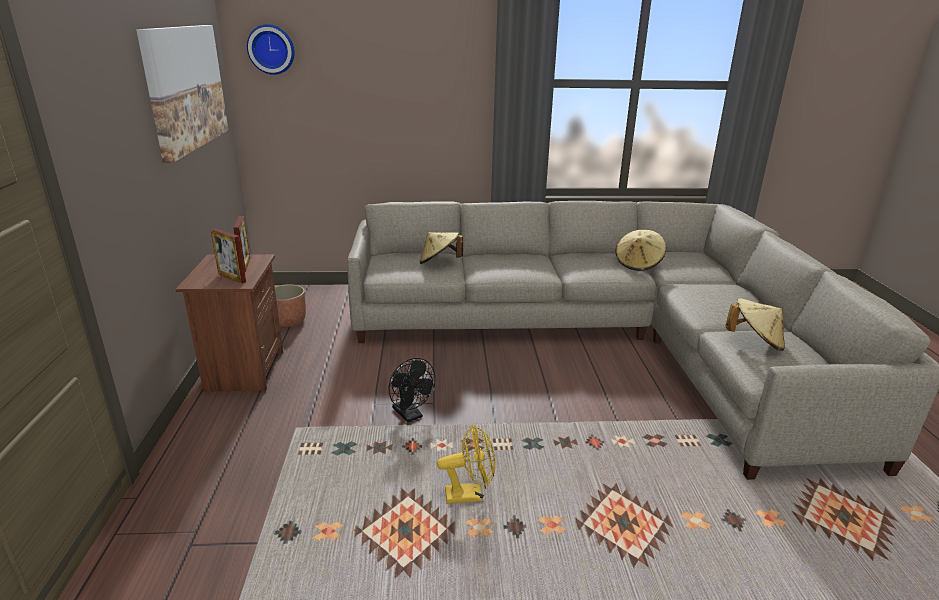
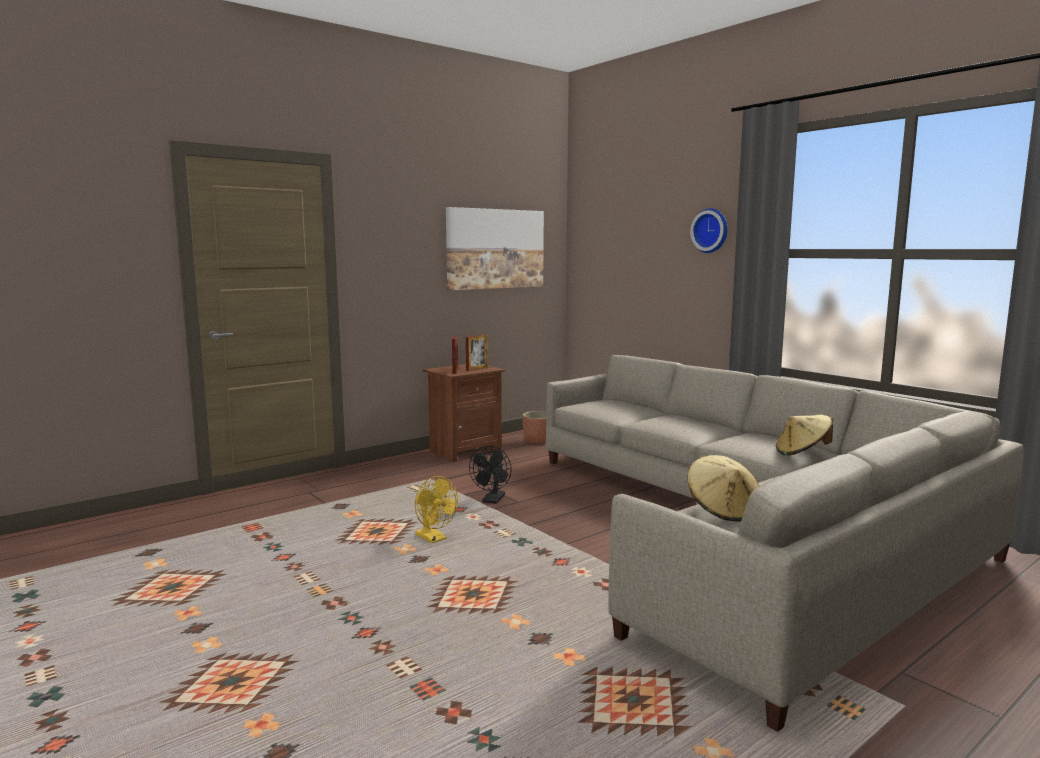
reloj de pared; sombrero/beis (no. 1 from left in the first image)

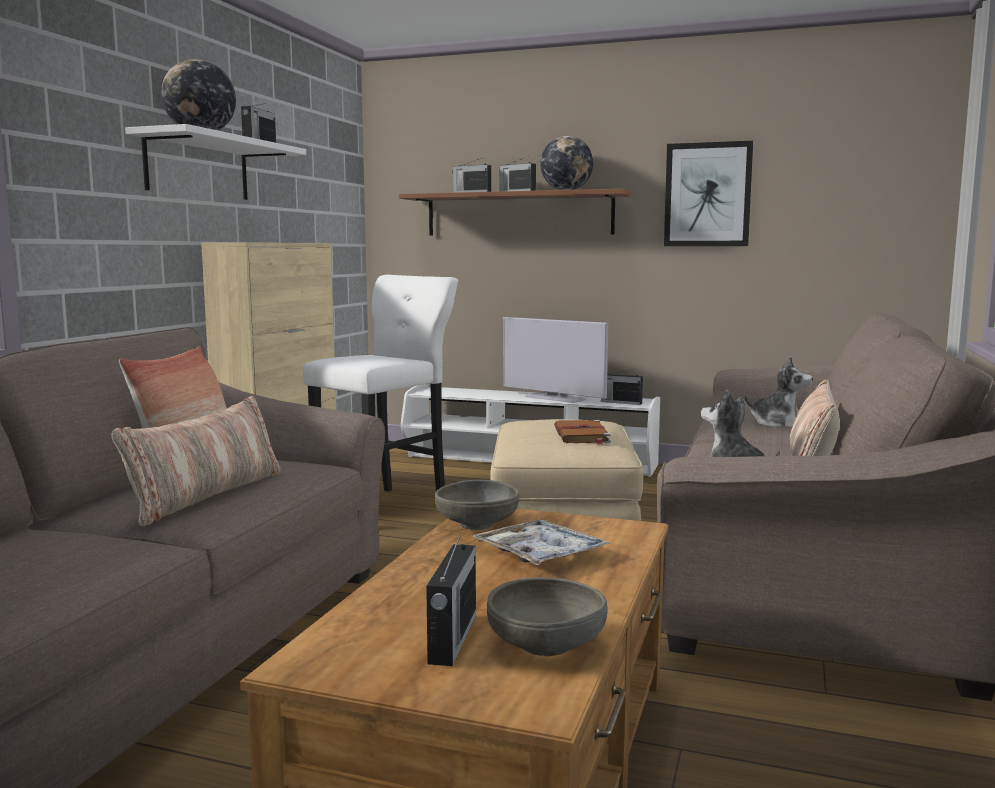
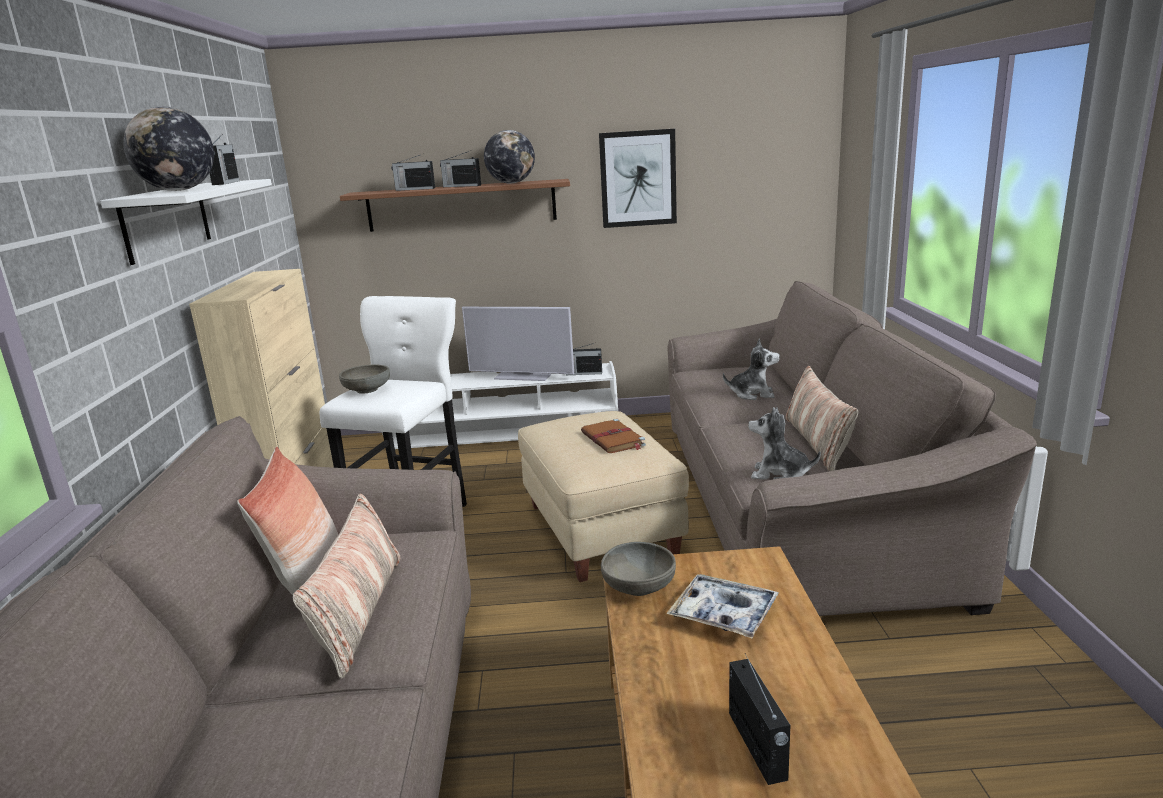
cuenco/gris (no. 1 from left)

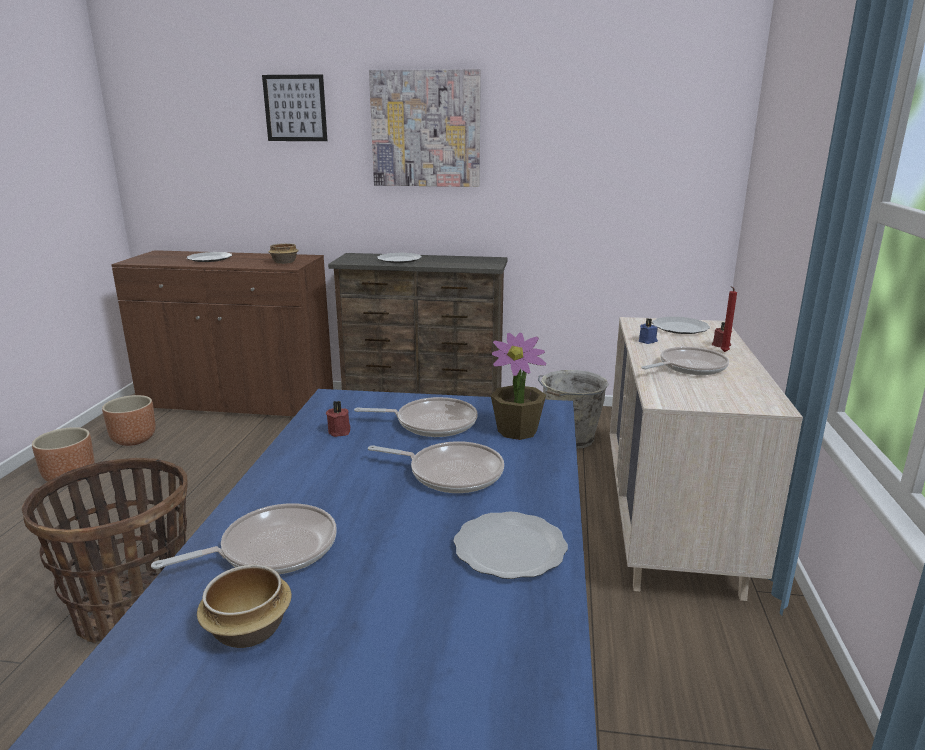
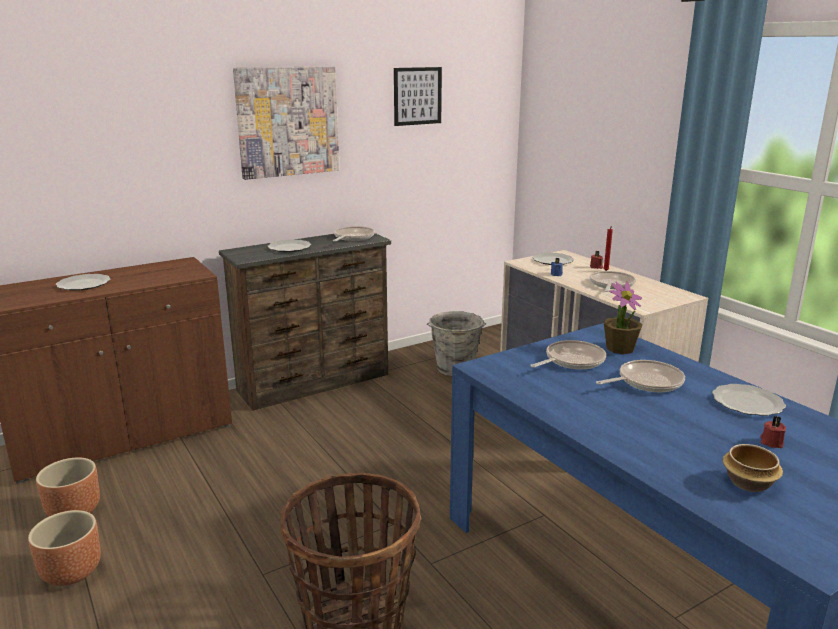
cuadro (no. 2 from left); cuenco (no. 2 from left in the first image); vela/rojo (no. 3 from left); sartén (no. 1 from left)

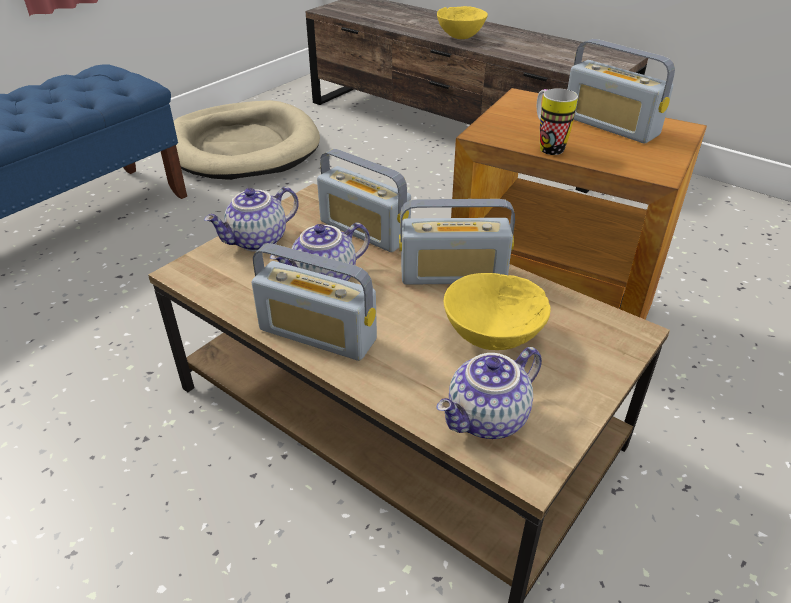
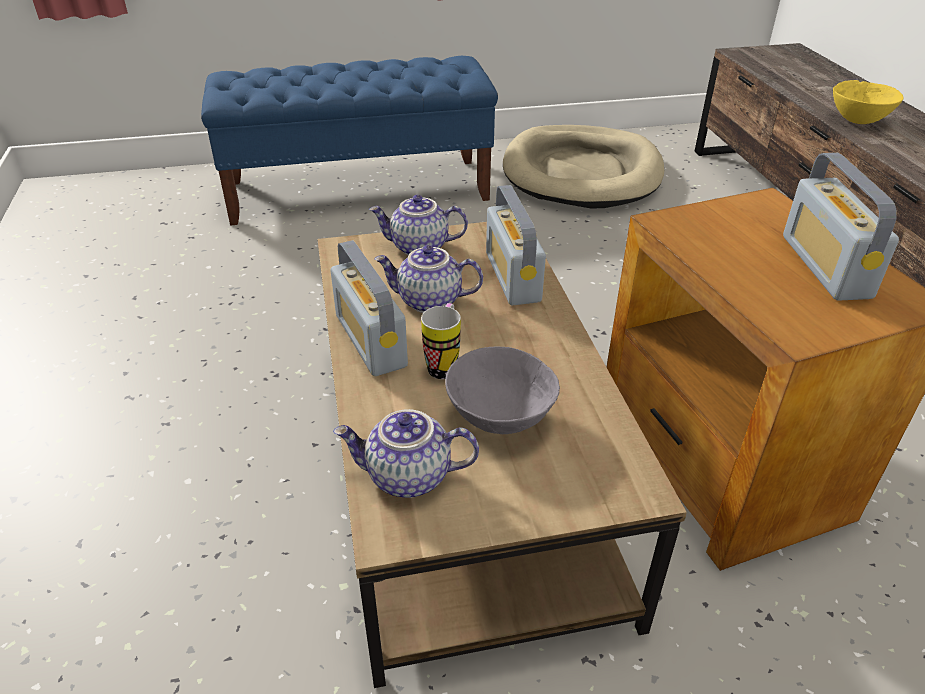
taza grande; radio (no. 3 from left in the first image); cuenco/gris

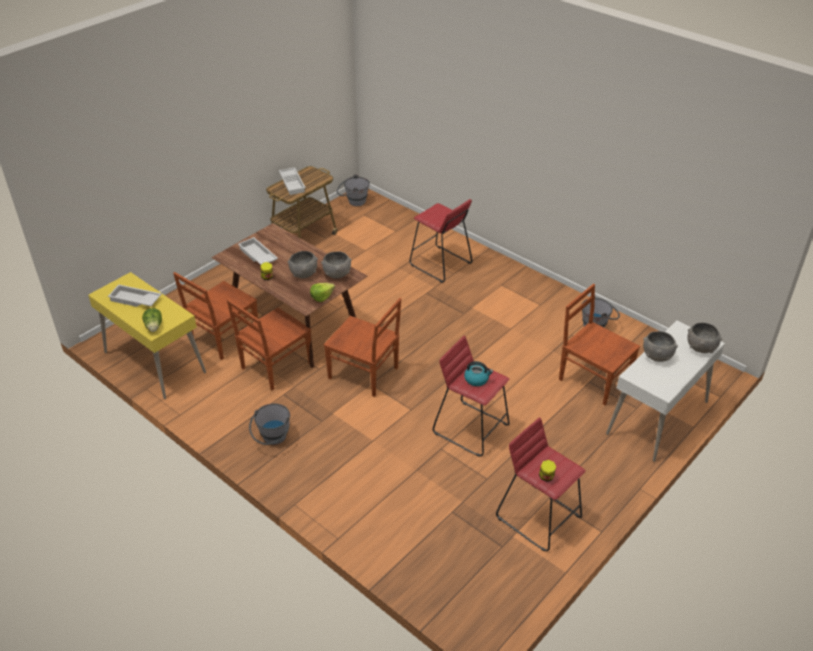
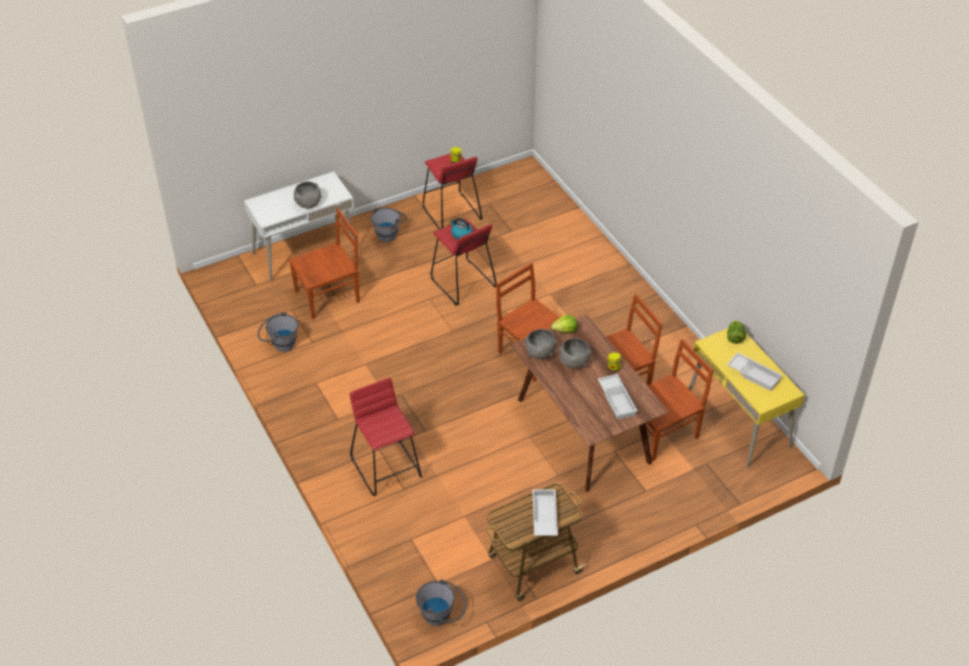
silla/marrón (no. 1 from left); cuenco/gris (no. 4 from left in the first image); cubo/gris (no. 2 from left)

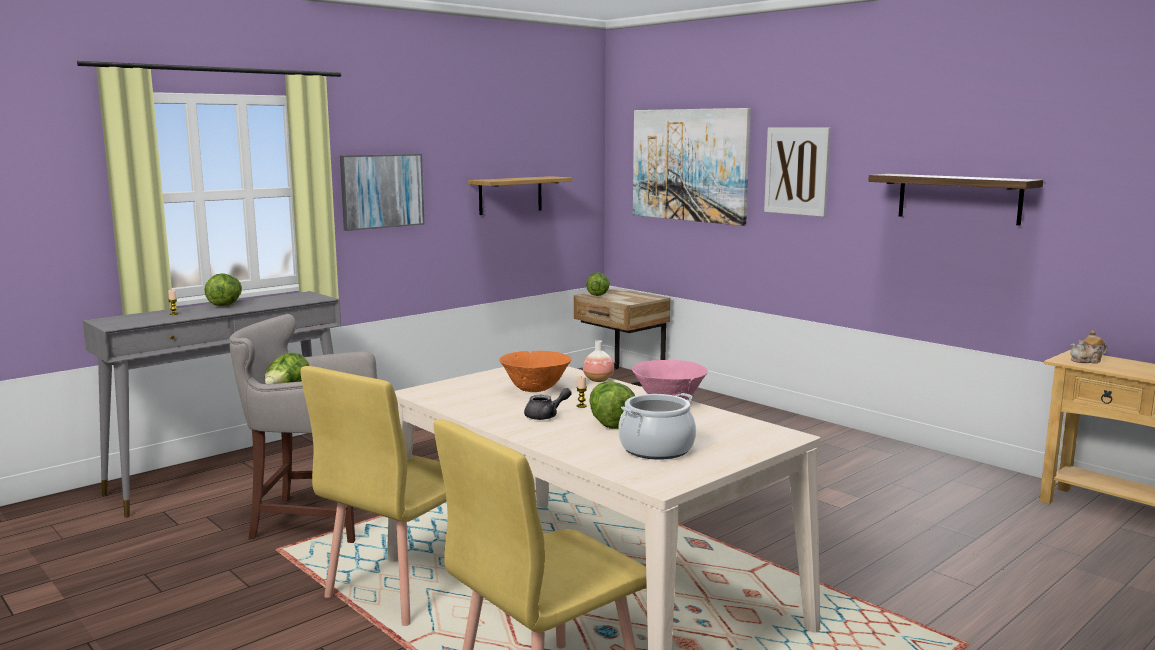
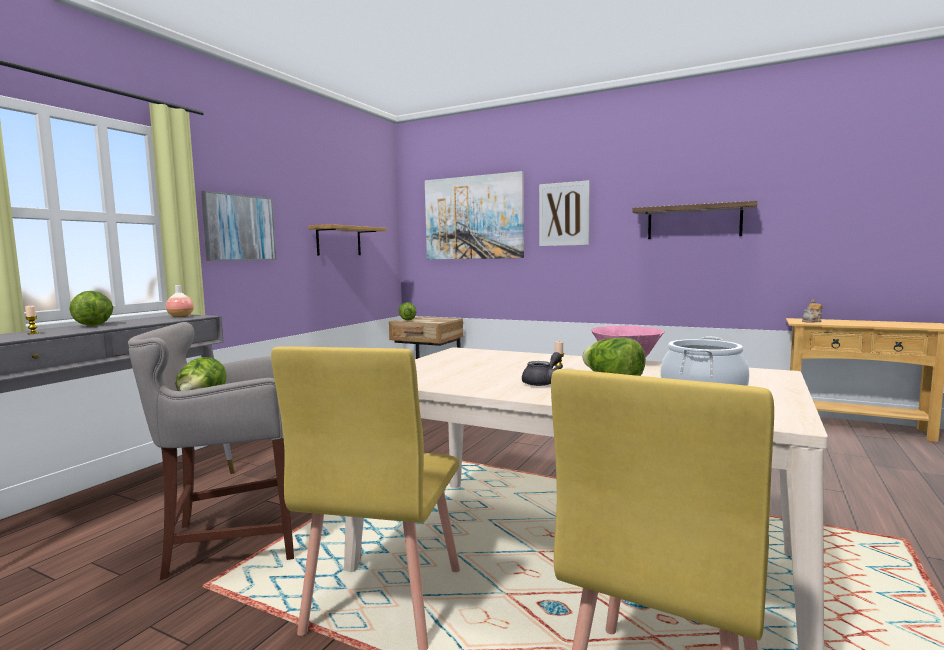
florero; cuenco/naranja

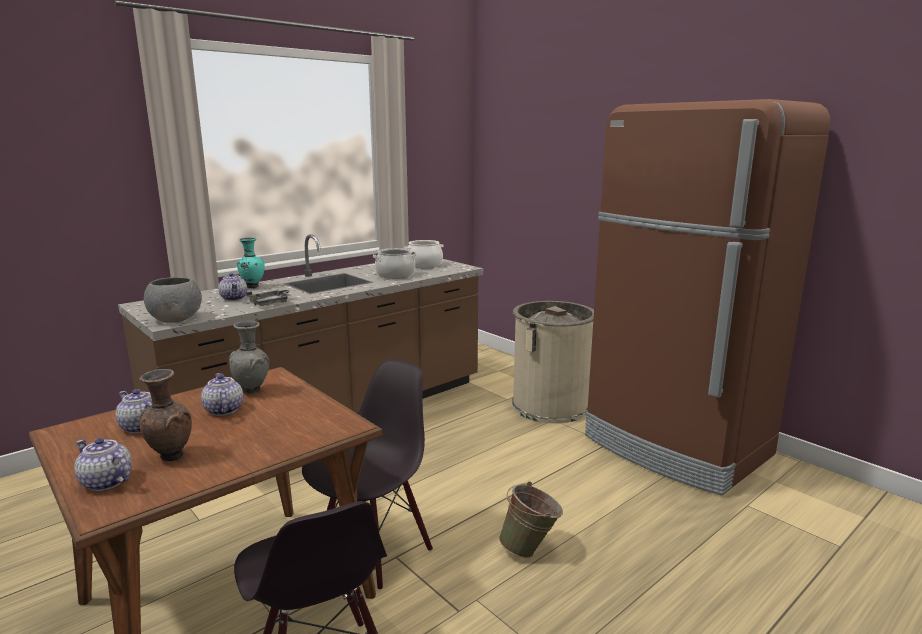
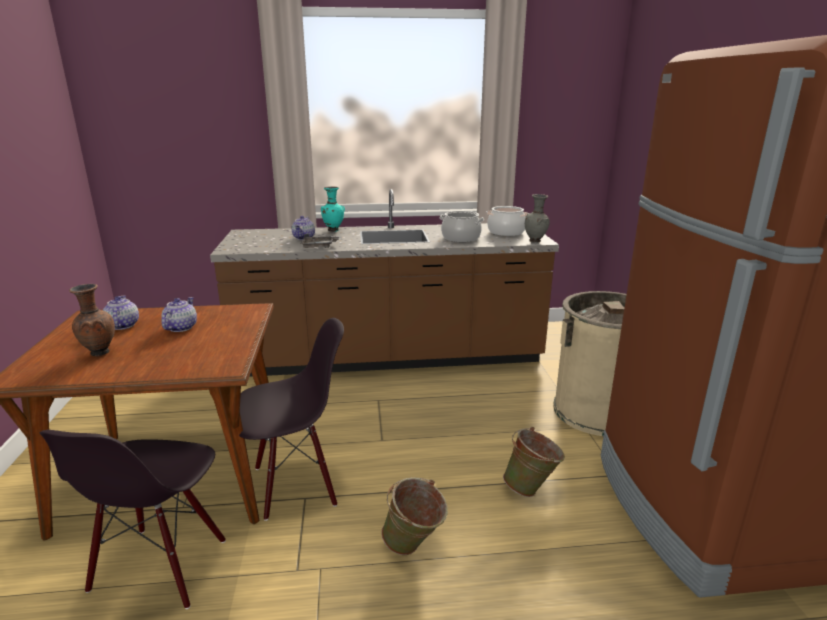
cuenco/gris; florero/gris; tetera (no. 1 from left in the first image); cubo/verde (no. 2 from left)

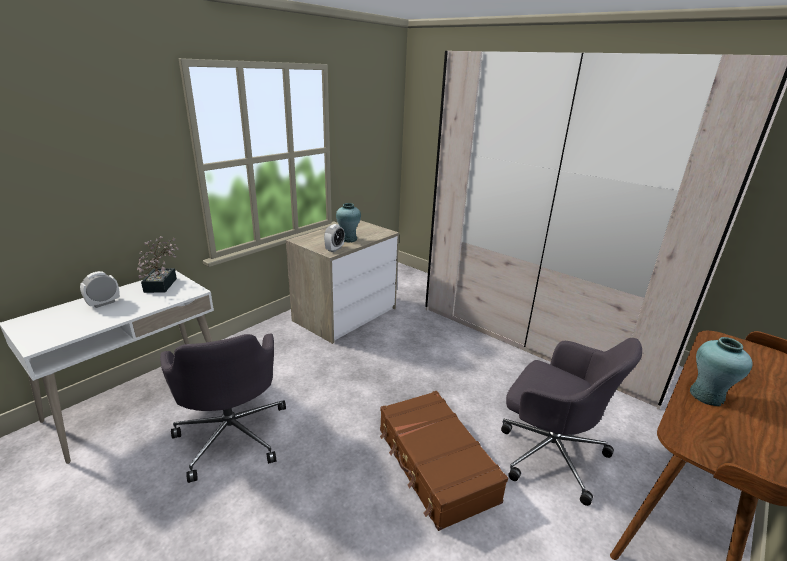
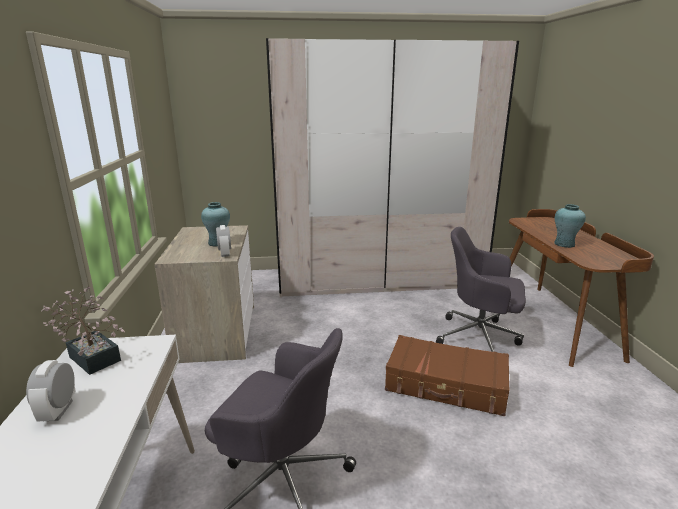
silla de oficina/gris (no. 2 from left)

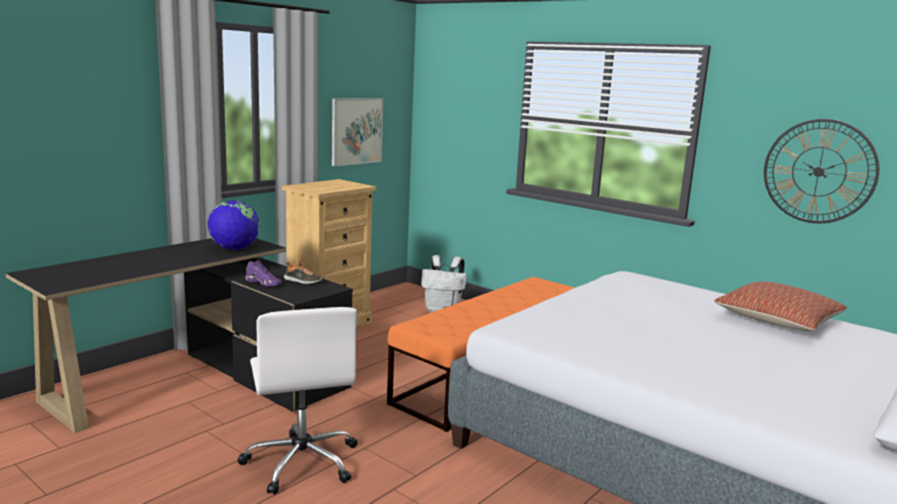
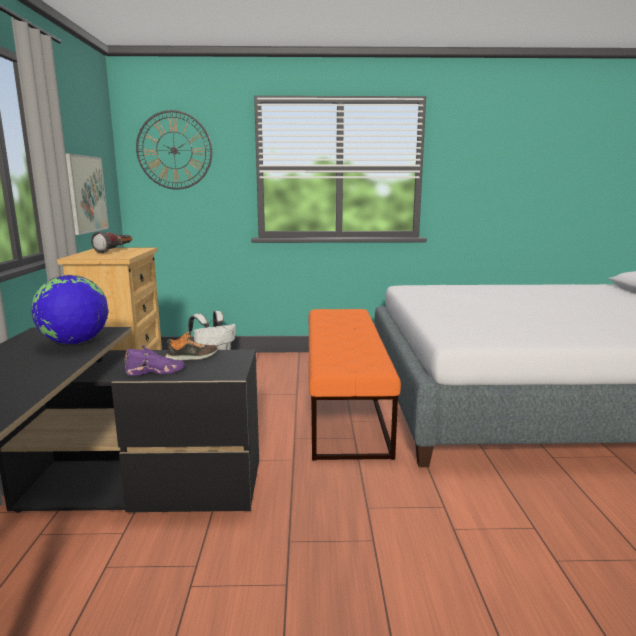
reloj de pared; cojín; silla de oficina/blanco; linterna

